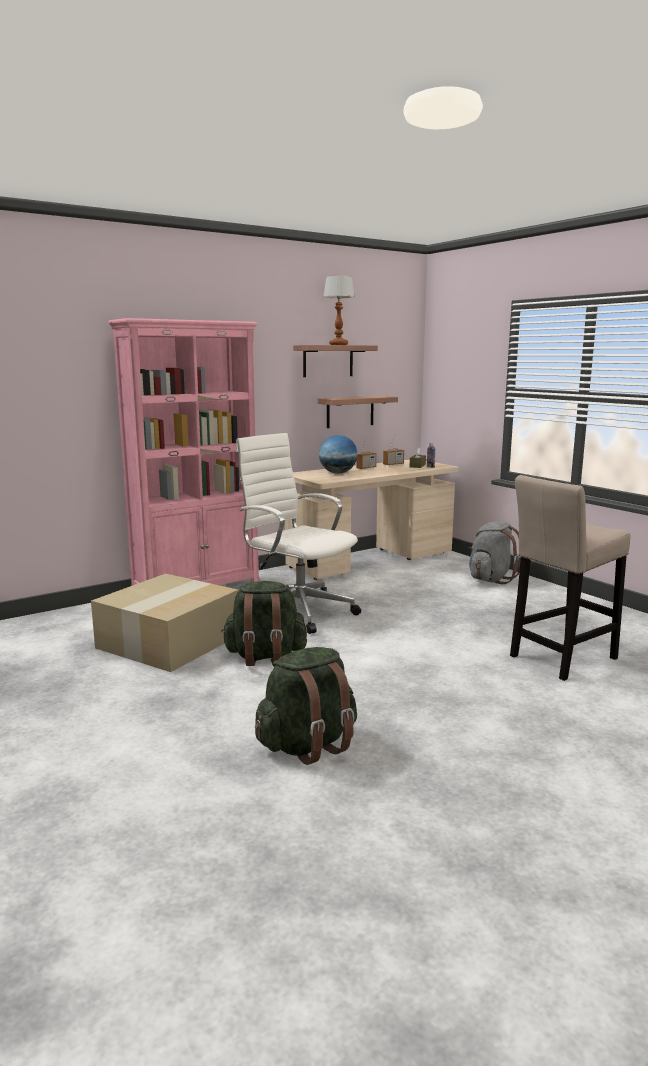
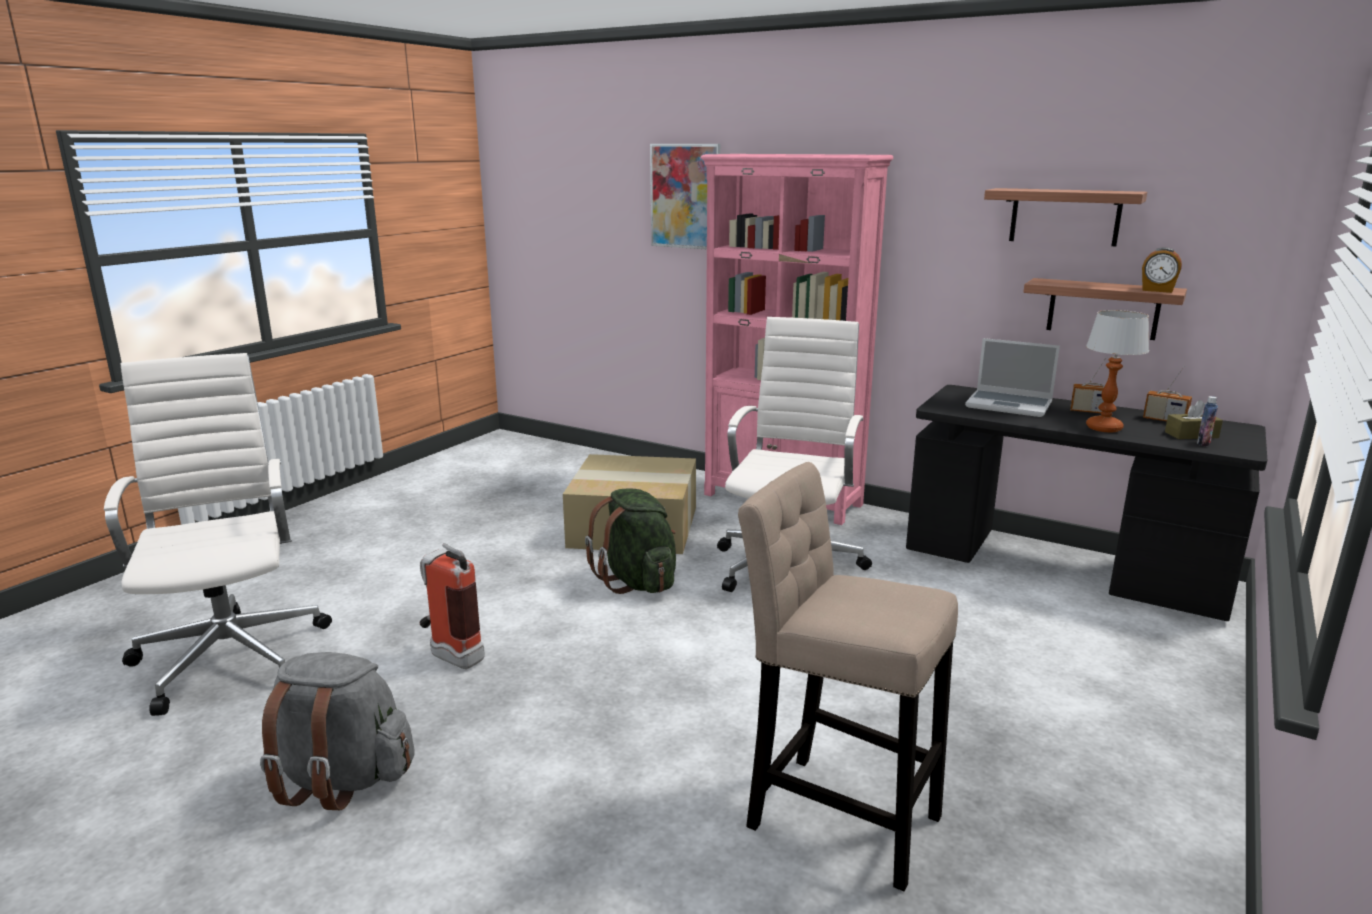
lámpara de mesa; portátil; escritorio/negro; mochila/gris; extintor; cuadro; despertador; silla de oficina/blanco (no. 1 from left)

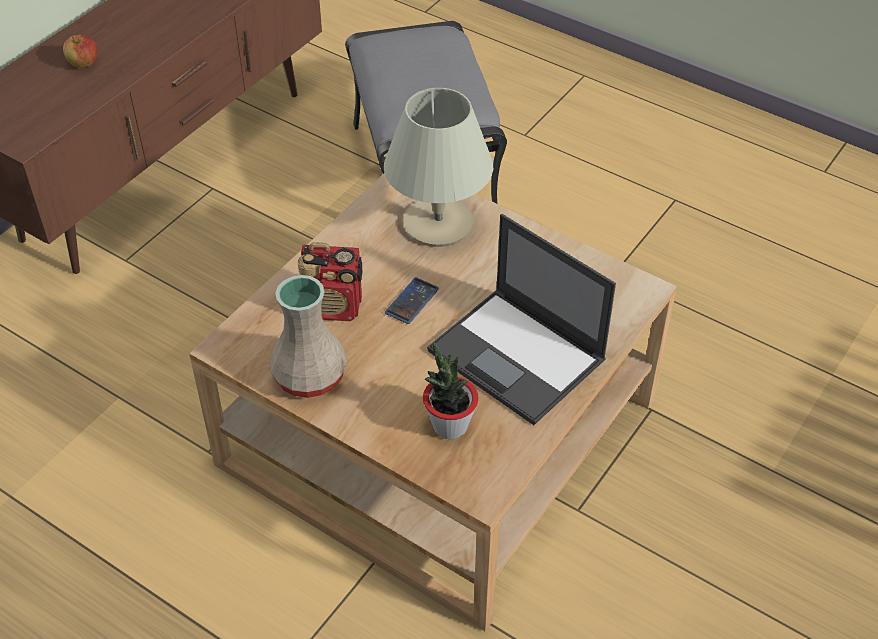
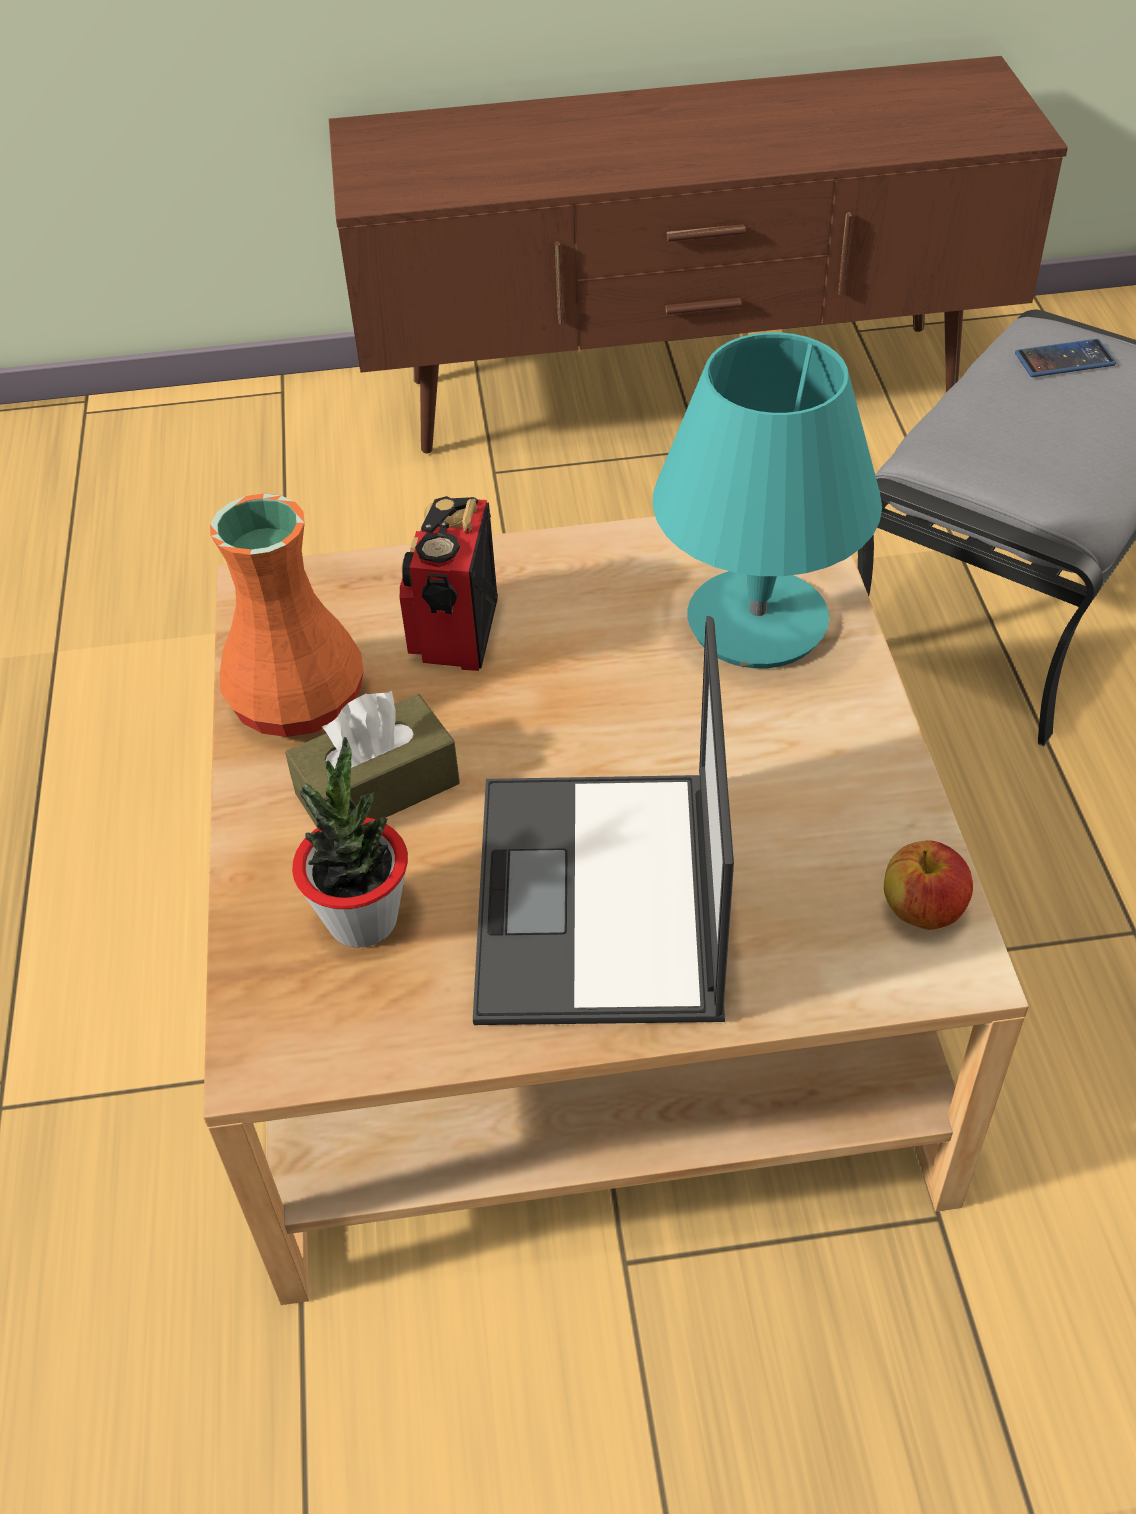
manzana; lámpara de mesa/turquesa; radio; florero/naranja; móvil; caja de pañuelos/marrón

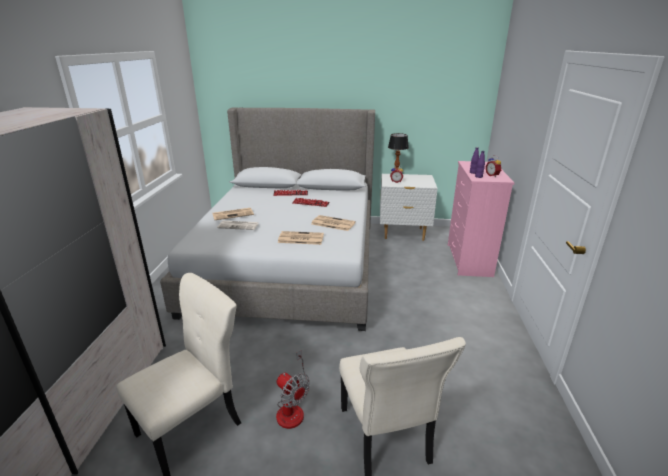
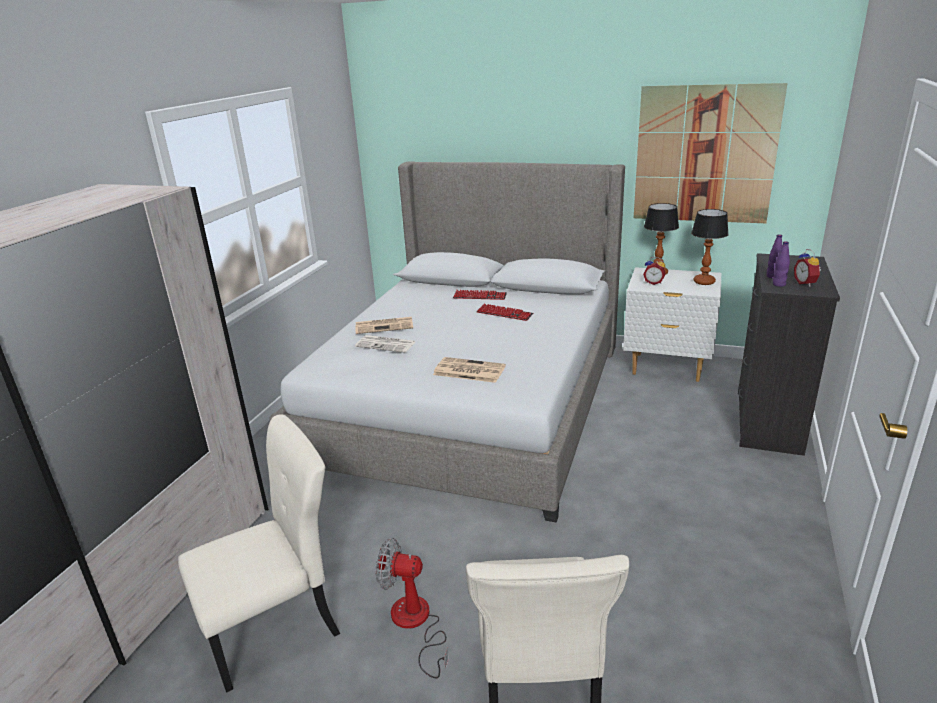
cómoda/negro; periódico (no. 4 from left in the first image); ventilador; cuadro; lámpara de mesa (no. 2 from left)

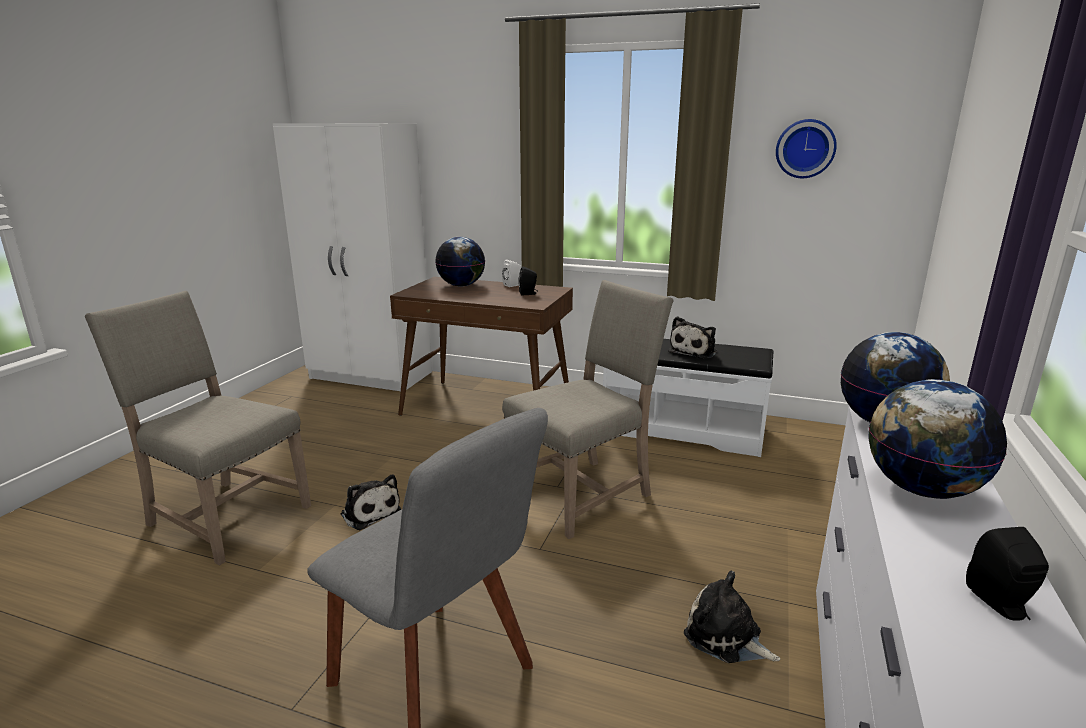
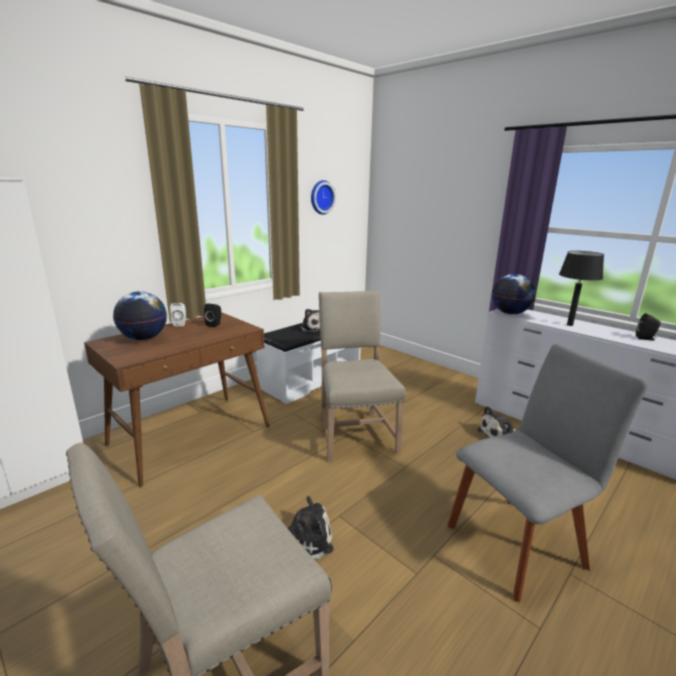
lámpara de mesa/negro

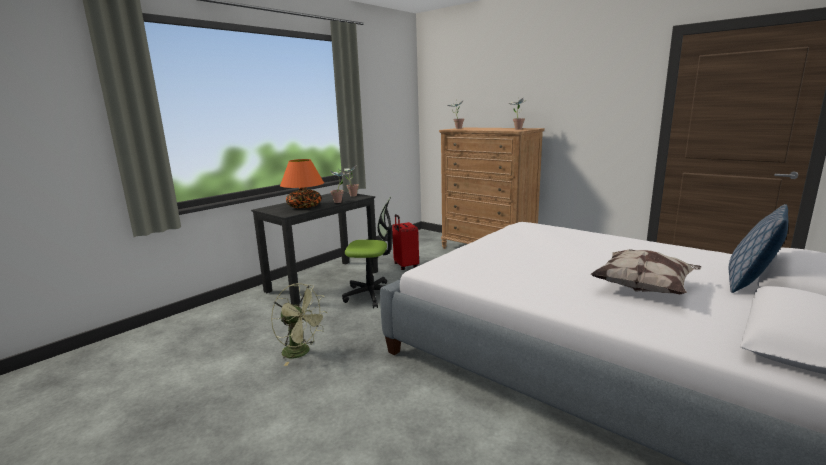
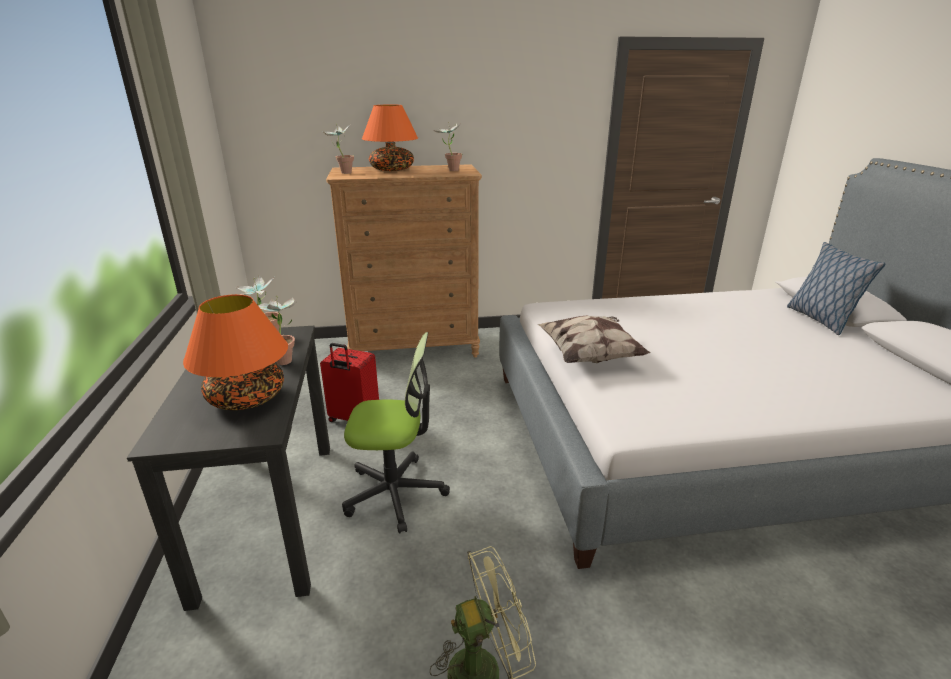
silla de oficina; cojín (no. 1 from left); lámpara de mesa/naranja (no. 2 from left)

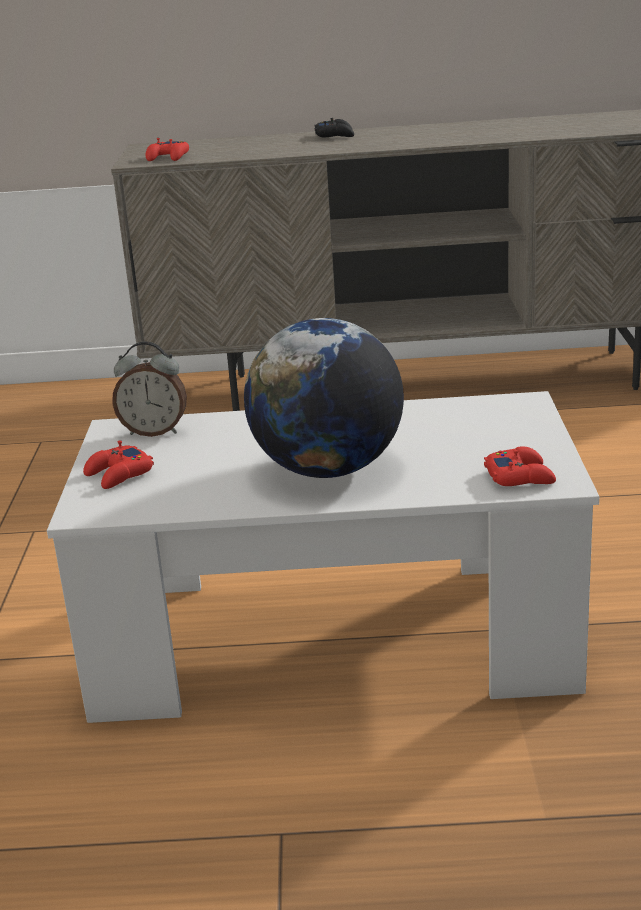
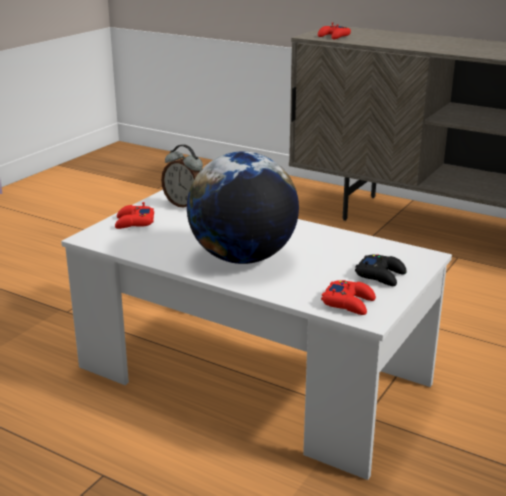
mando de consola/negro

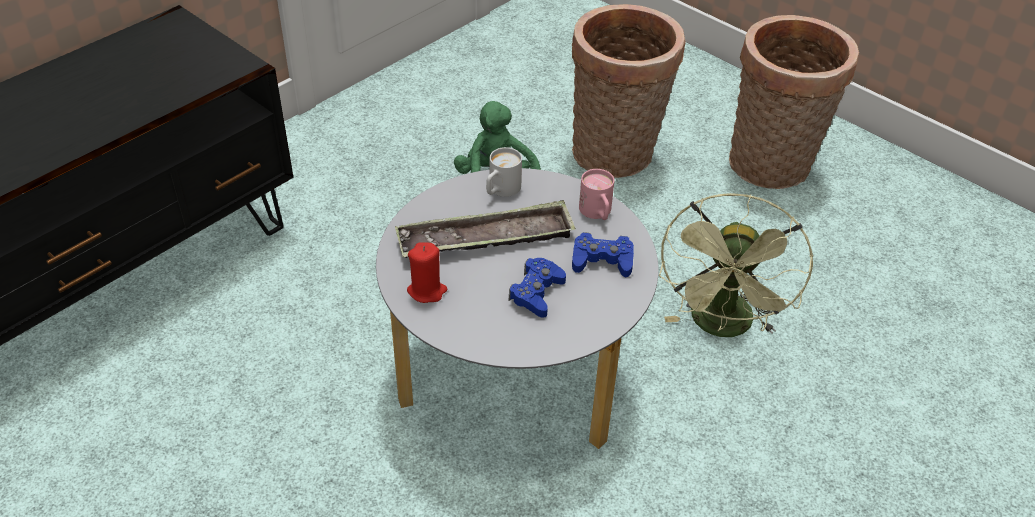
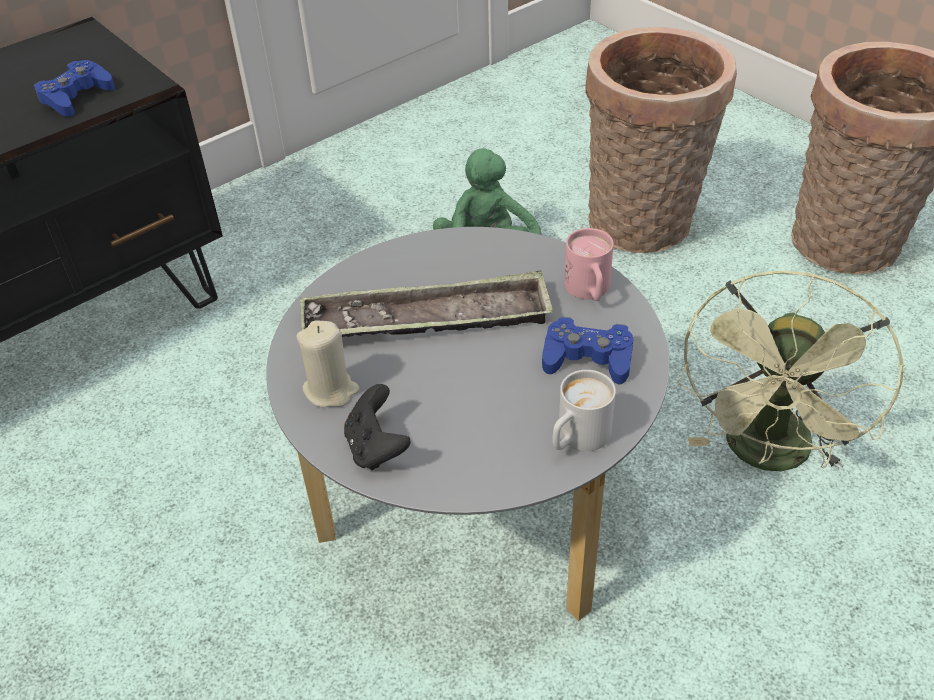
taza grande/blanco; vela/beis; mando de consola/azul (no. 1 from left); mando de consola/negro

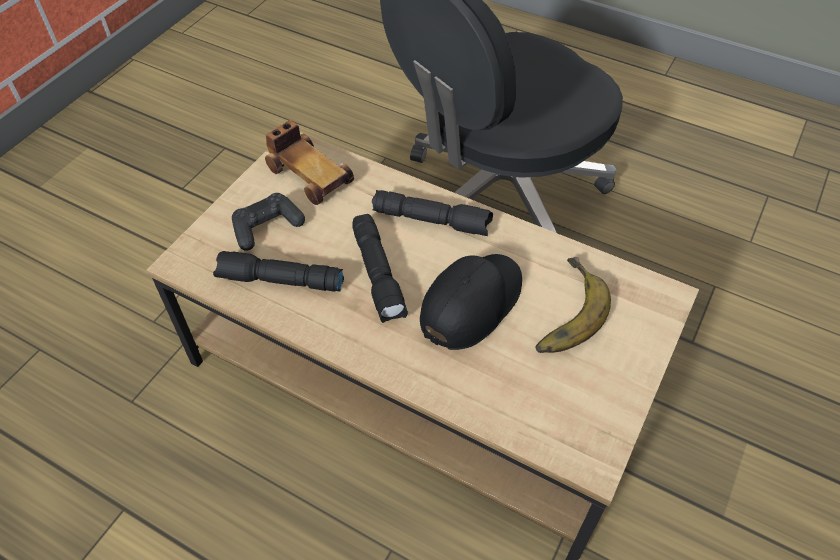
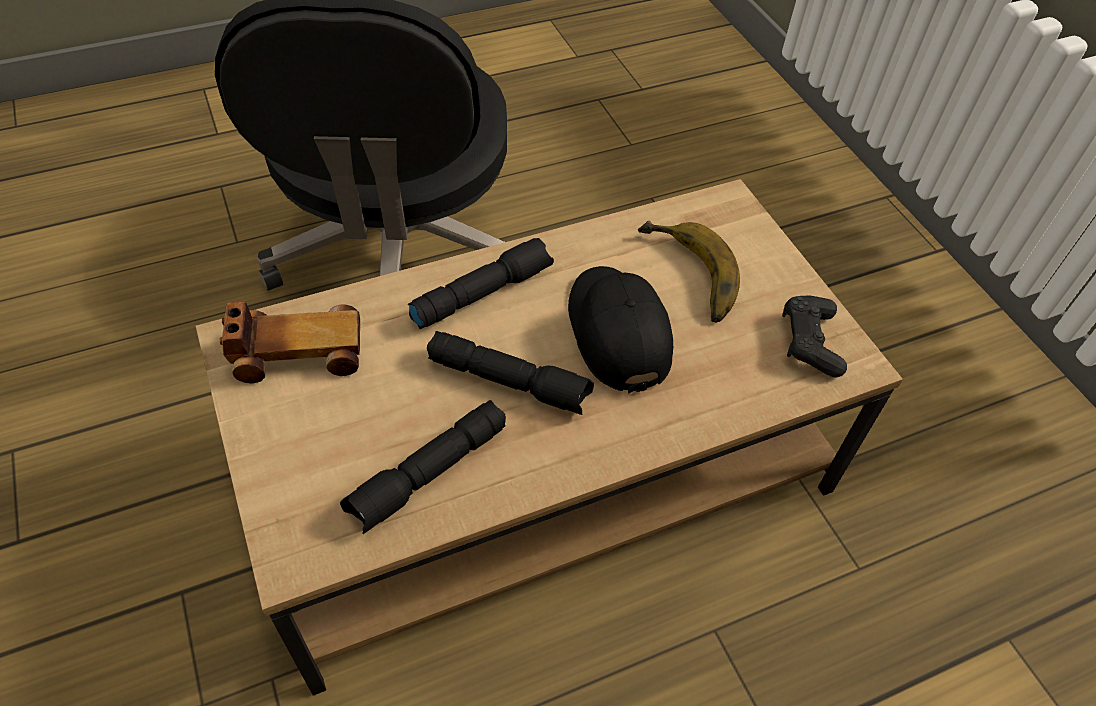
mando de consola/negro

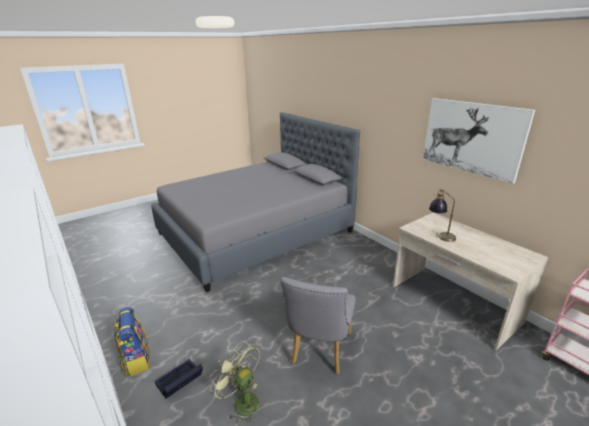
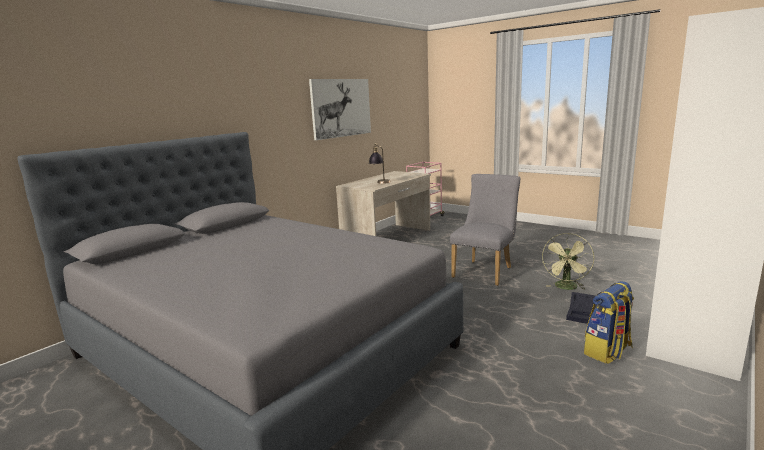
silla/gris

